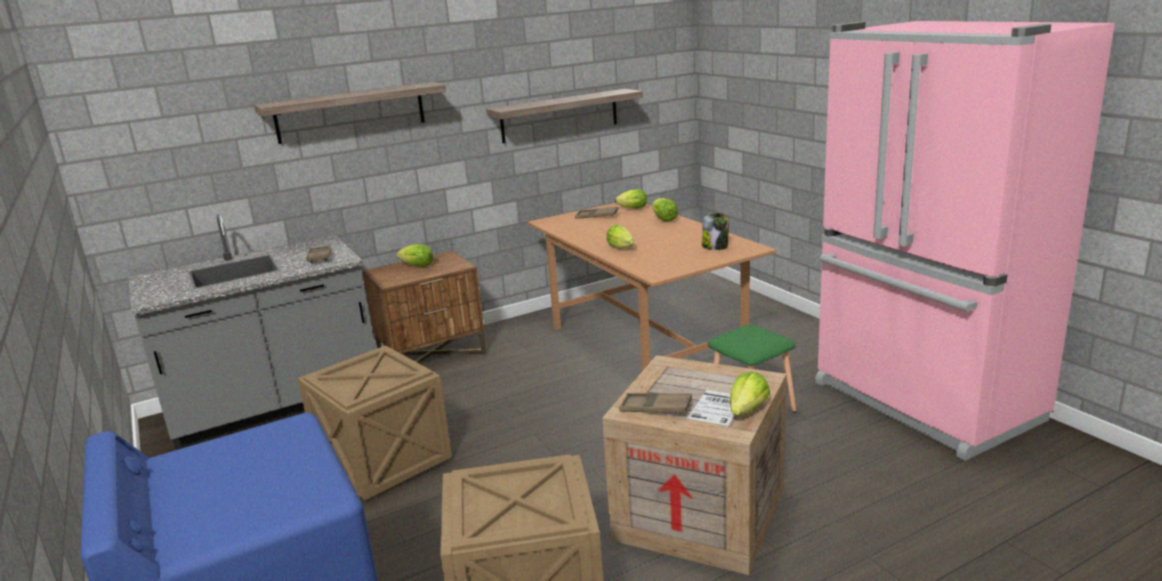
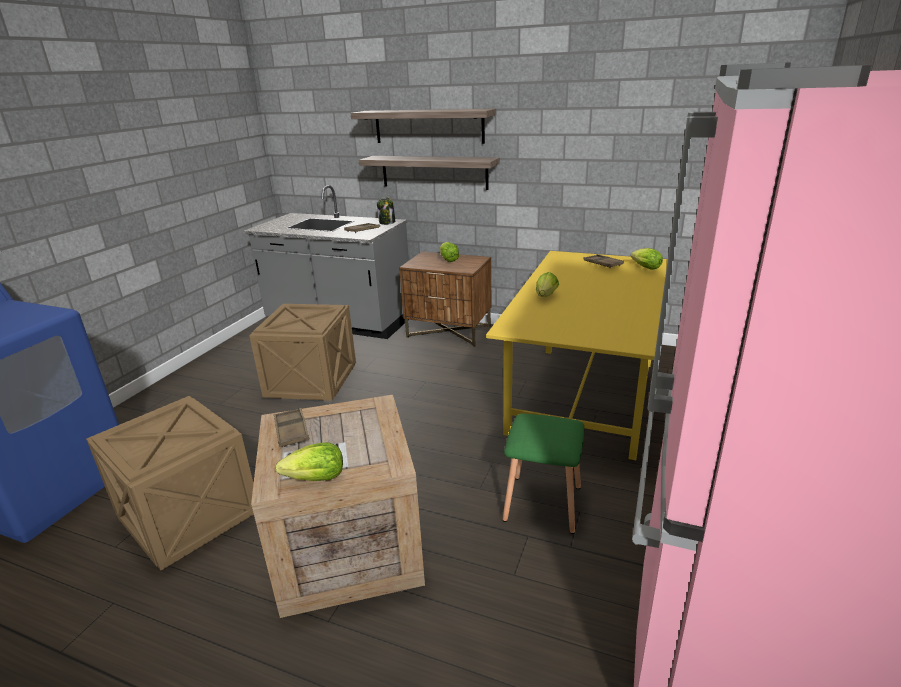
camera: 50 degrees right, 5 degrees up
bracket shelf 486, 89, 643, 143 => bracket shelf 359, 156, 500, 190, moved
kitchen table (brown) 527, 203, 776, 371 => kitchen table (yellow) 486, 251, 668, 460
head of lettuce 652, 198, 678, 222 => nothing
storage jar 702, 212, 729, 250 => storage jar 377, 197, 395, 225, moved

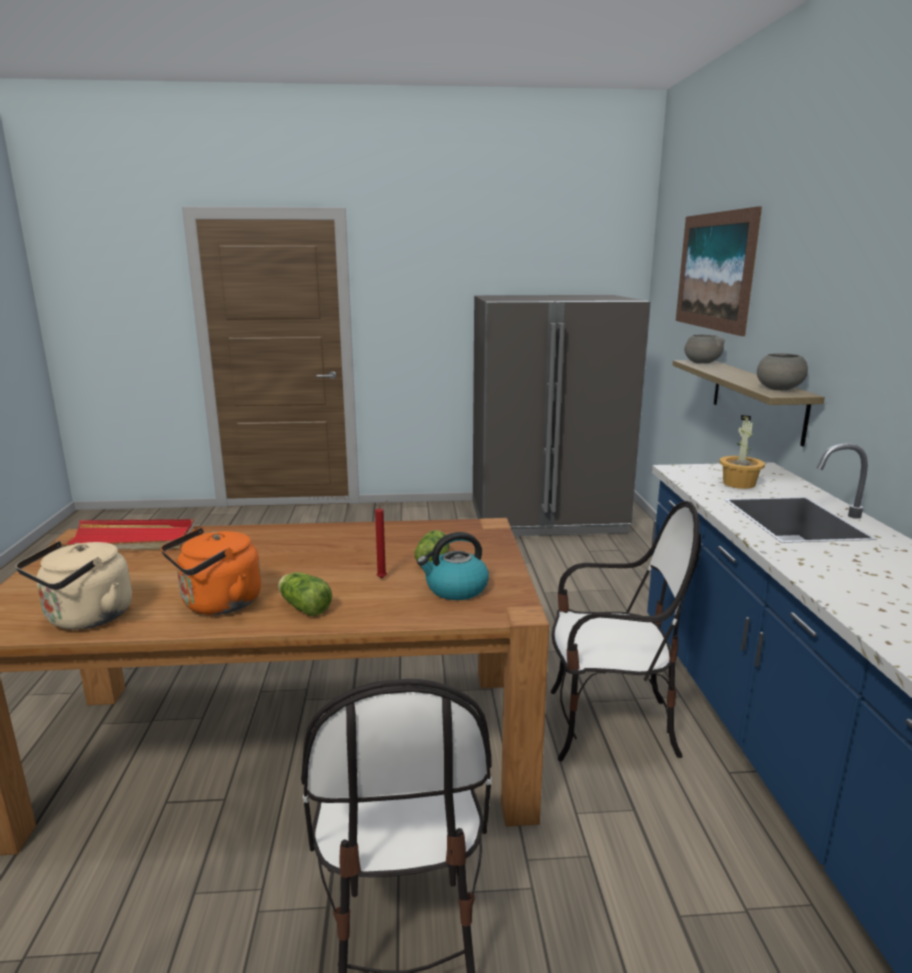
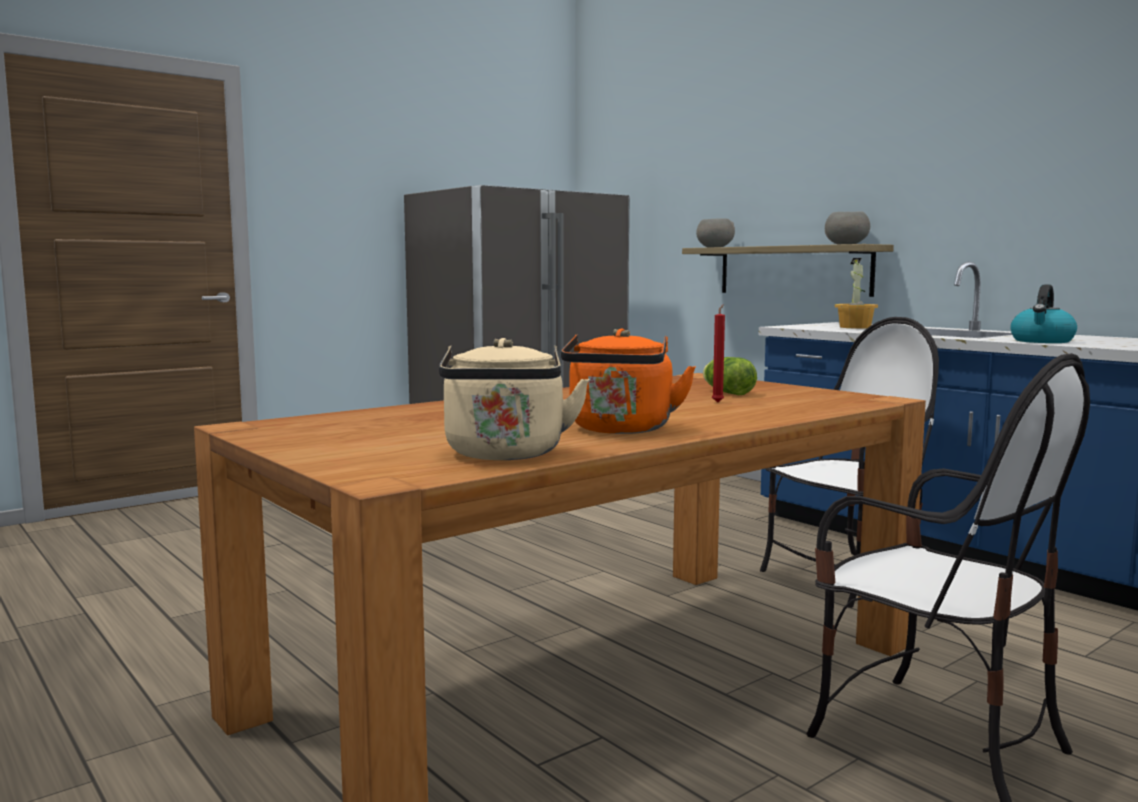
camera: 35 degrees left, 10 degrees down
tray (reddish) 61, 519, 195, 550 => nothing
head of lettuce 278, 572, 332, 616 => nothing
kettle 417, 532, 489, 600 => kettle 1010, 285, 1077, 343, moved
wall art 676, 206, 762, 336 => nothing

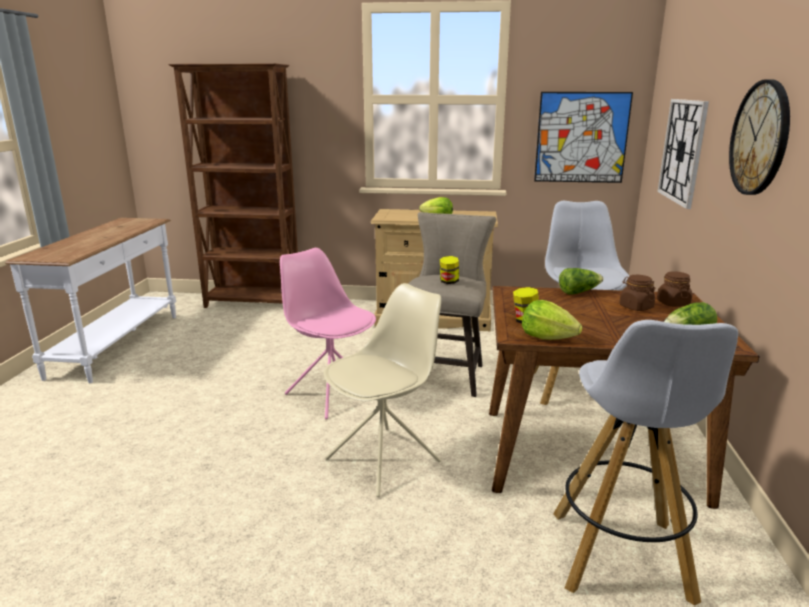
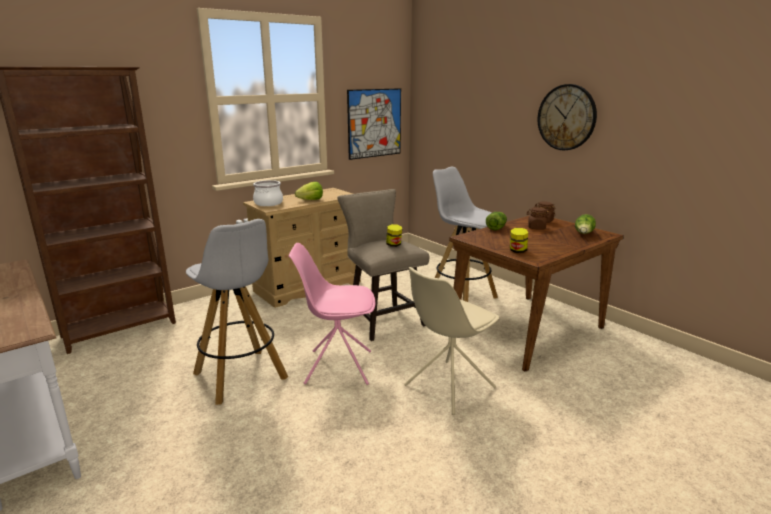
camera: 45 degrees left, 0 degrees up
upright chair (beige) 323, 283, 441, 497 => upright chair (beige) 404, 267, 499, 415, 135 degrees counterclockwise
head of lettuce 522, 300, 582, 340 => nothing
stool (white-coloured) 553, 320, 738, 606 => stool (white-coloured) 186, 219, 288, 405, moved
wall clock 657, 99, 709, 209 => nothing
nothing => cooking pot 253, 180, 283, 206

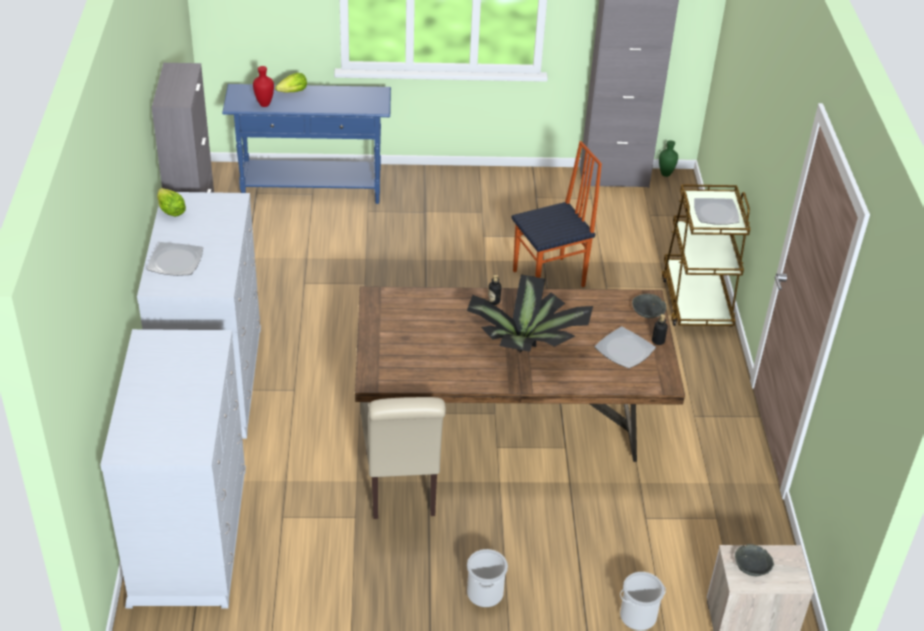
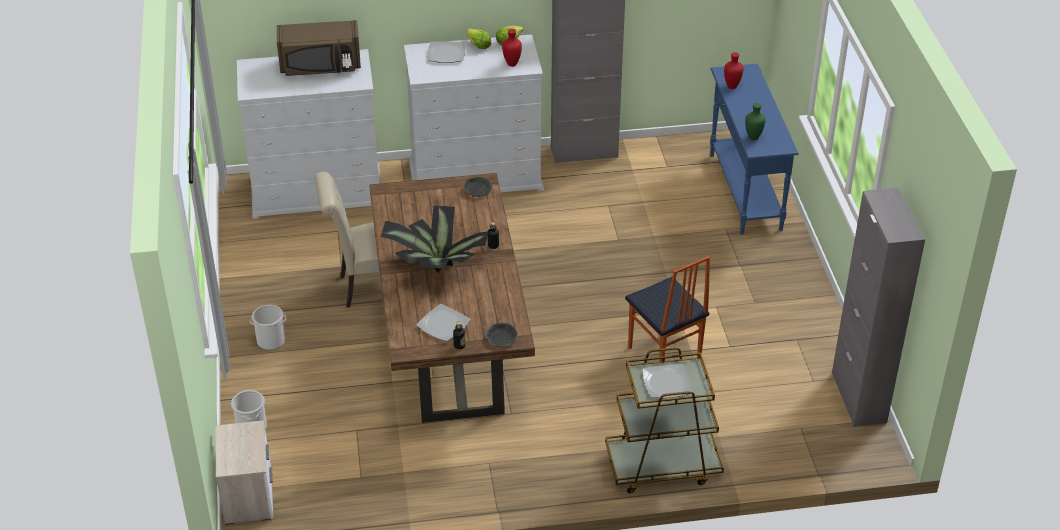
camera: 85 degrees right, 0 degrees up
head of lettuce 275, 73, 307, 93 => head of lettuce 466, 29, 491, 49, moved
decorative vase (green) 659, 140, 678, 177 => decorative vase (green) 745, 103, 766, 140, moved
bowl (gray) 735, 544, 774, 576 => bowl (gray) 464, 177, 493, 197, moved
nothing => kitchen microwave (brown) 277, 20, 361, 76
nothing => decorative vase (reddish) 502, 29, 522, 67

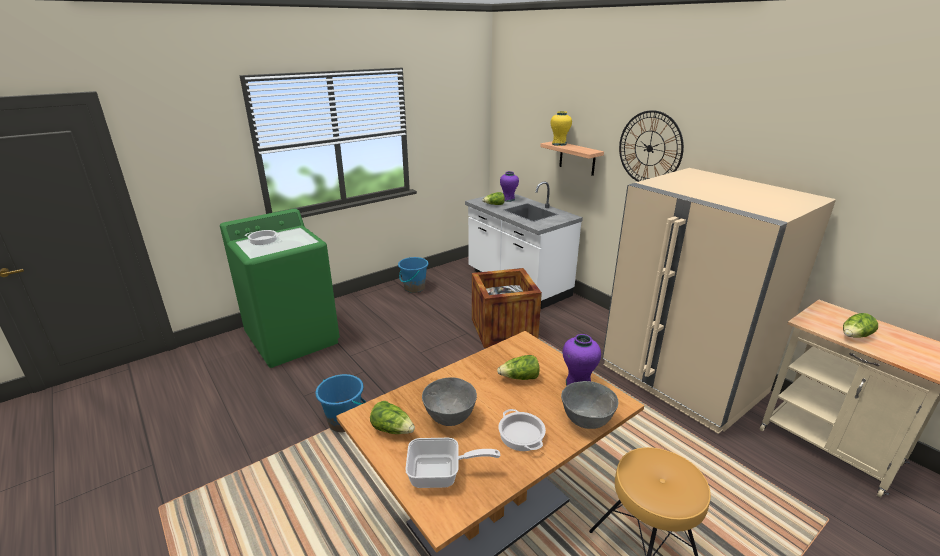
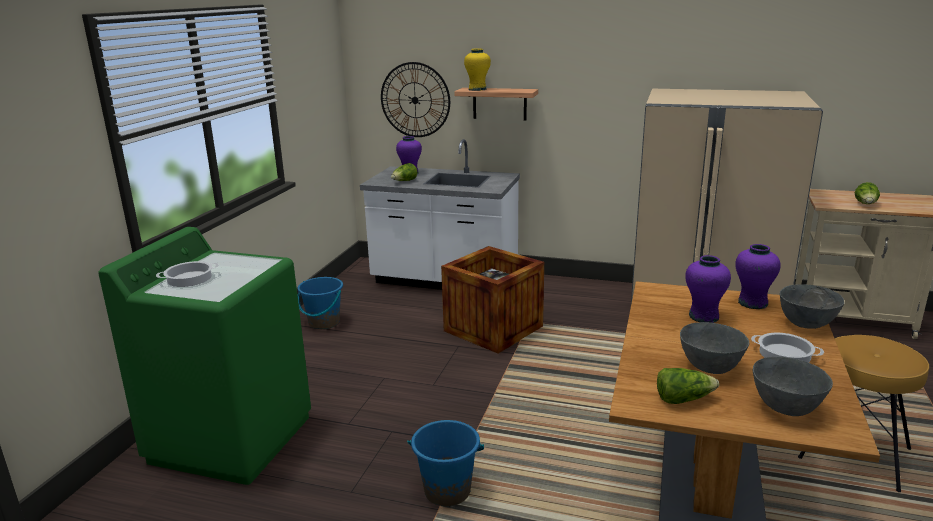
camera: 35 degrees left, 5 degrees down
frying pan 405, 438, 500, 488 => bowl (gray) 753, 357, 833, 416
head of lettuce 497, 355, 540, 380 => decorative vase (purple) 685, 255, 731, 323
wall clock 619, 110, 684, 182 => wall clock 381, 62, 450, 137, moved

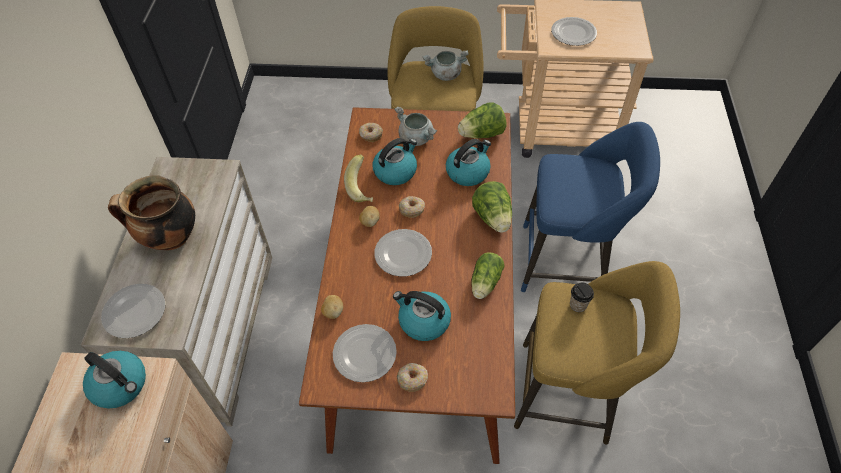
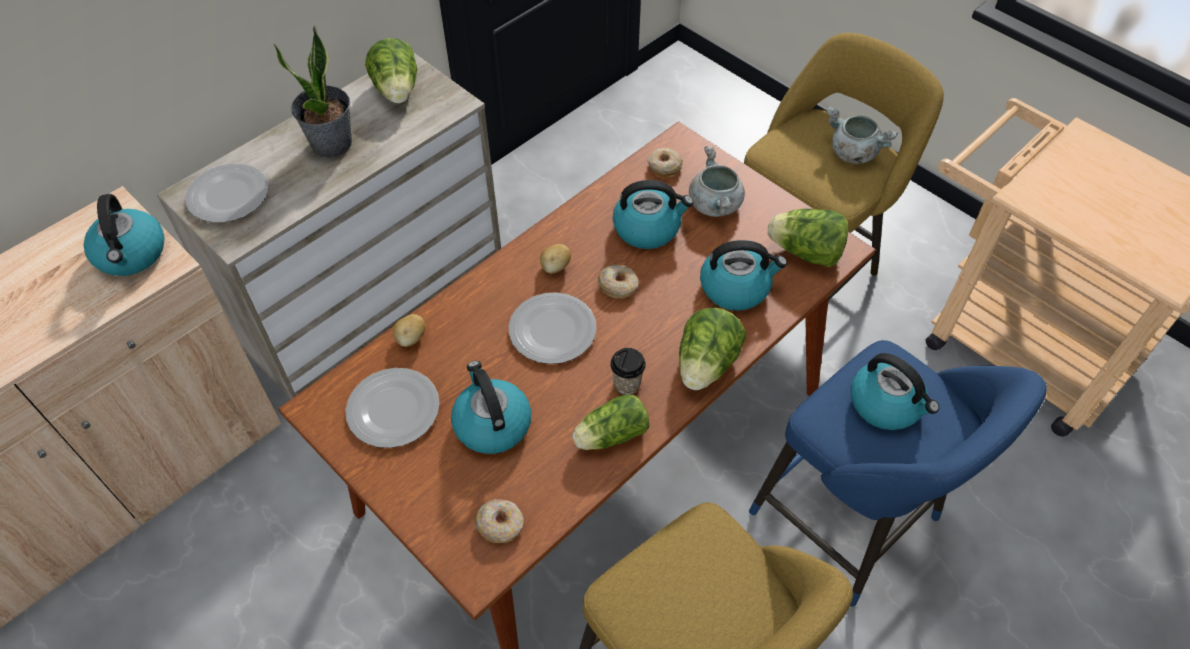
camera: 40 degrees right, 0 degrees up
cooking pot 108, 175, 195, 250 => plant in a pot 274, 26, 352, 158
whole banana 344, 155, 373, 202 => nothing
donut 397, 363, 428, 392 => donut 475, 499, 524, 543, moved
flat dish 551, 17, 597, 46 => nothing
drinking cup 570, 283, 594, 312 => drinking cup 610, 348, 646, 395, moved
nothing => head of lettuce 365, 38, 417, 103
nothing => kettle 851, 353, 939, 430

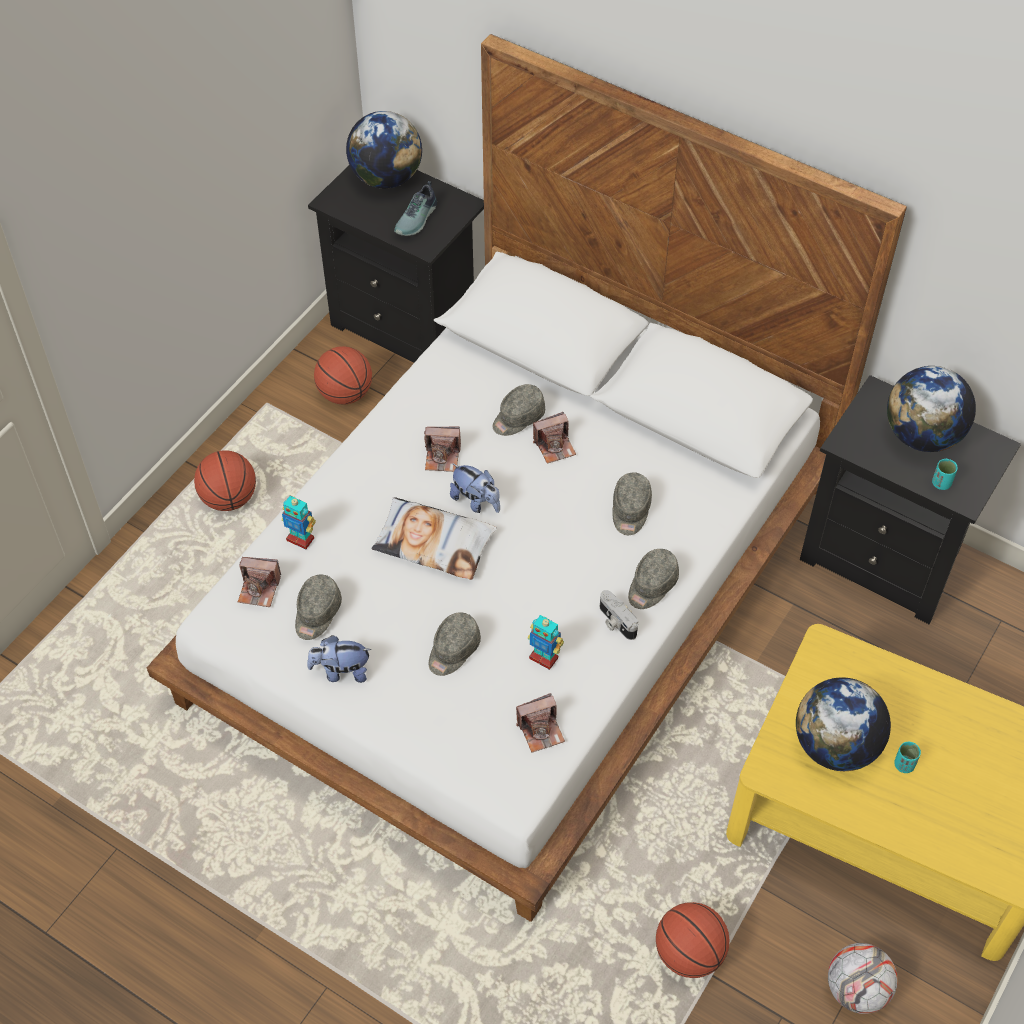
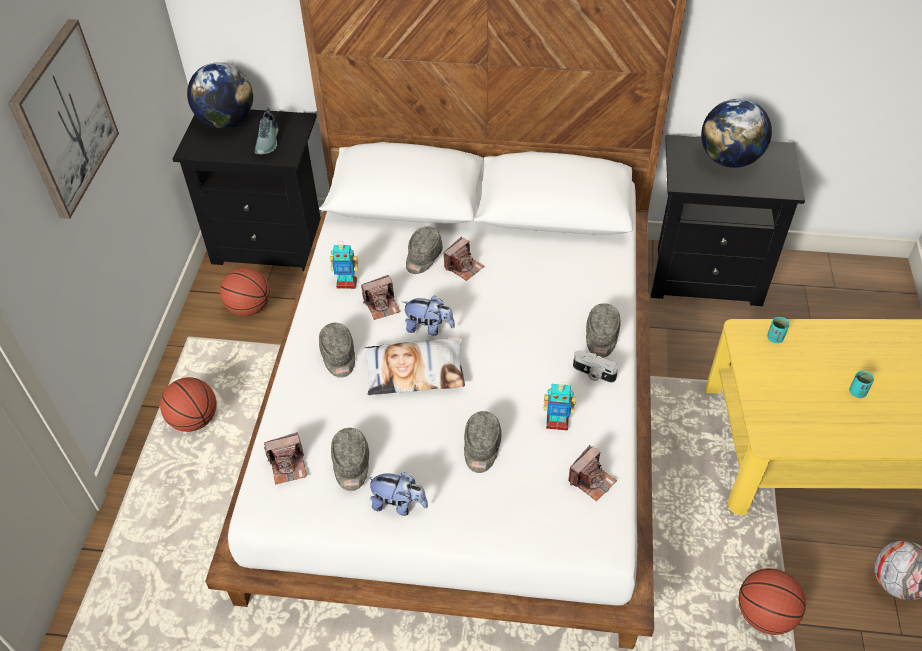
camera: 25 degrees left, 5 degrees down
model robot 282, 496, 316, 549 => model robot 330, 241, 358, 289, moved
cuddly toy 307, 635, 372, 683 => cuddly toy 366, 472, 428, 516, 135 degrees counterclockwise
baseball cap (gray) 612, 472, 652, 535 => baseball cap (gray) 319, 323, 355, 378, moved
desk globe 796, 678, 891, 771 => nothing
drinking cup (blue-green) 932, 459, 958, 490 => drinking cup (blue-green) 767, 317, 789, 343, moved
nothing => wall art 8, 19, 119, 219

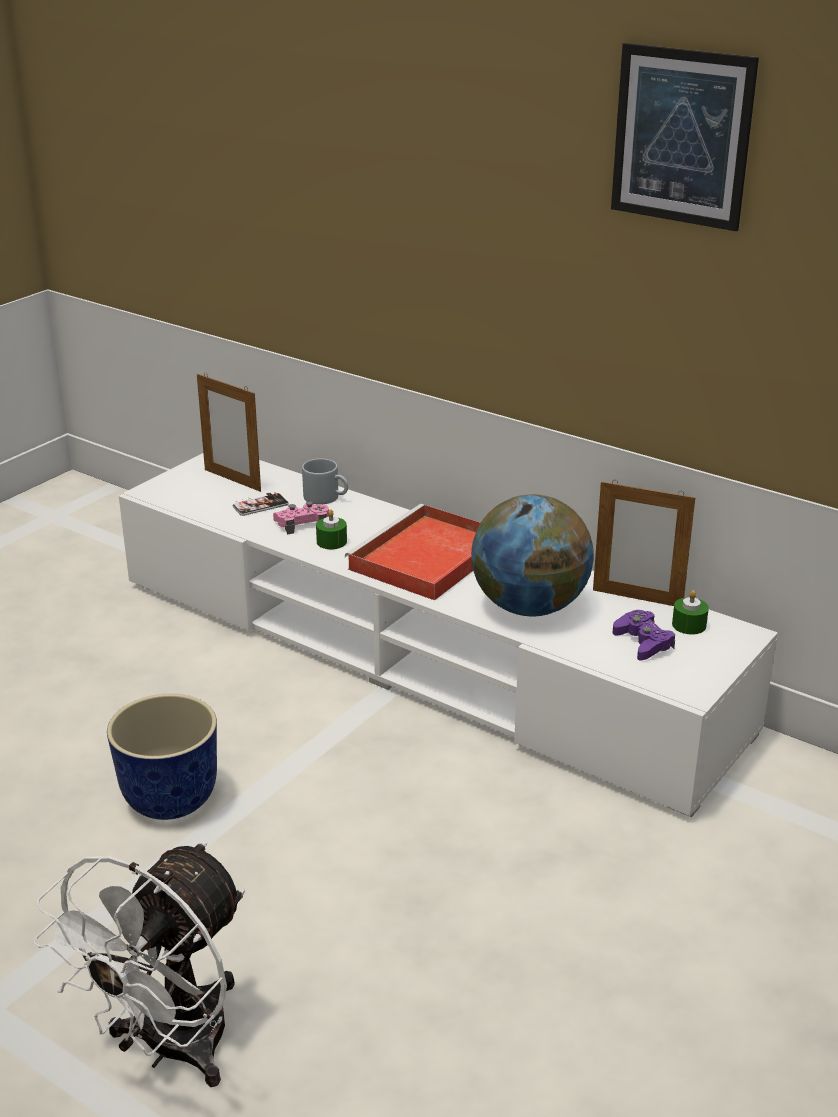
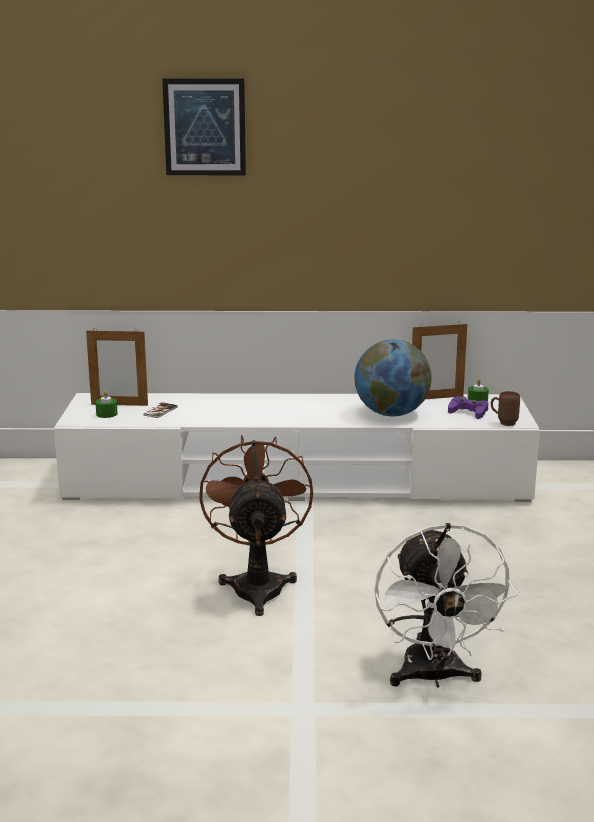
camera: 35 degrees left, 10 degrees down
flower pot 107, 694, 217, 820 => fan (brown) 199, 435, 313, 616
gamepad (pink-coloured) 273, 501, 329, 534 => nothing
tea mug (gray) 302, 458, 348, 504 => nothing
candle (green) 316, 509, 347, 549 => candle (green) 95, 390, 118, 418, moved
tray (reddish) 345, 504, 481, 600 => nothing
wall art 611, 43, 759, 231 => wall art 162, 78, 246, 175, moved
nothing => tea mug (brown) 491, 391, 520, 426

